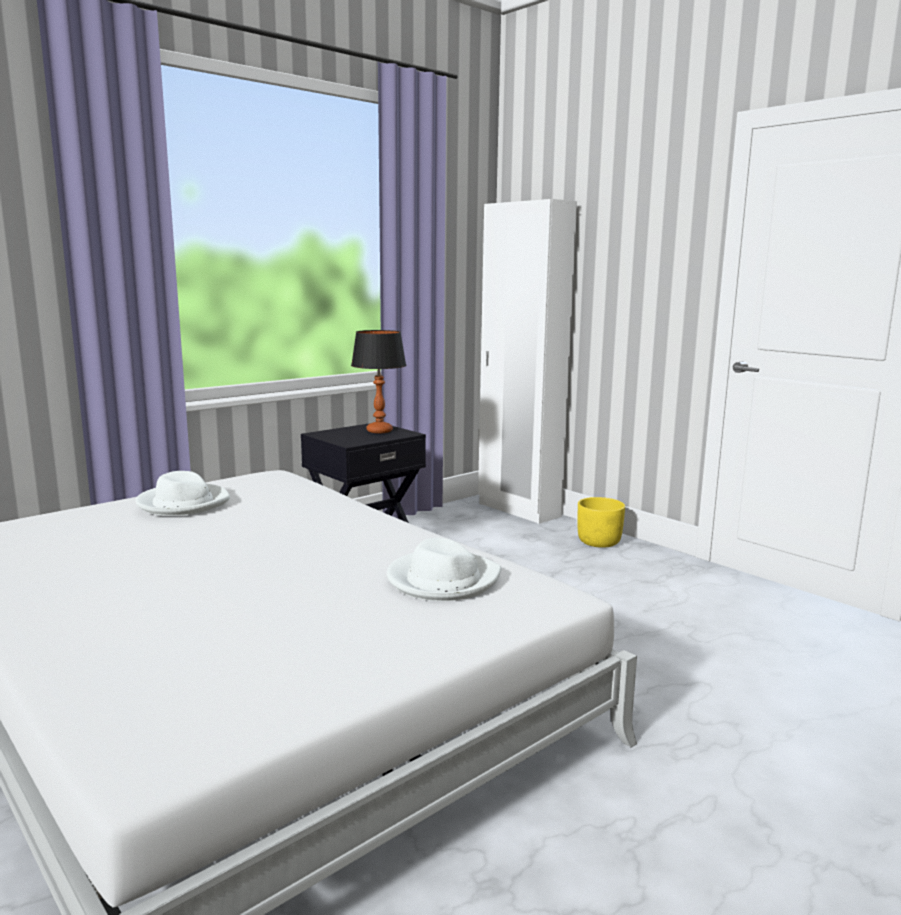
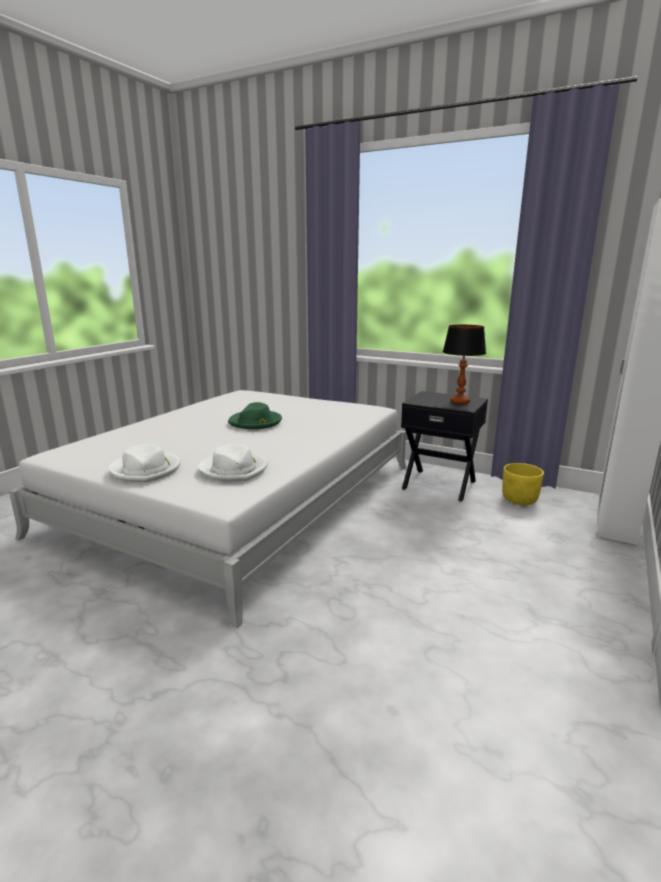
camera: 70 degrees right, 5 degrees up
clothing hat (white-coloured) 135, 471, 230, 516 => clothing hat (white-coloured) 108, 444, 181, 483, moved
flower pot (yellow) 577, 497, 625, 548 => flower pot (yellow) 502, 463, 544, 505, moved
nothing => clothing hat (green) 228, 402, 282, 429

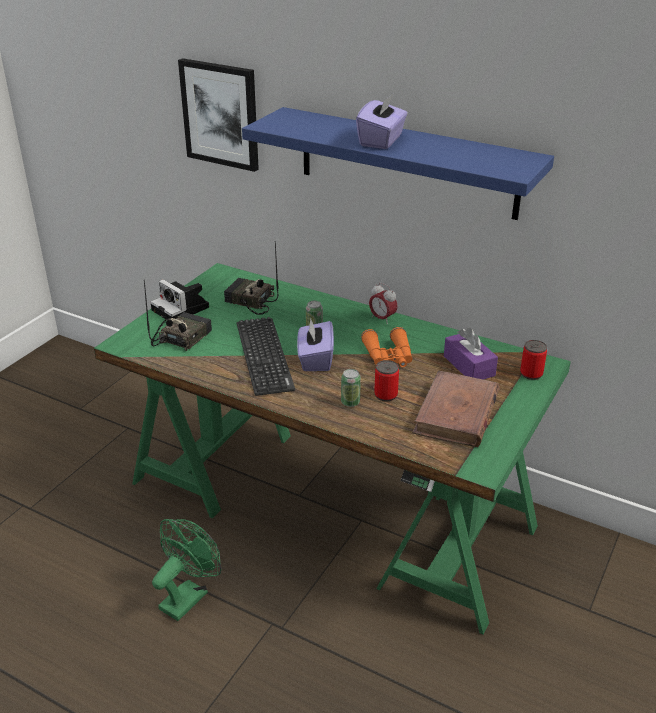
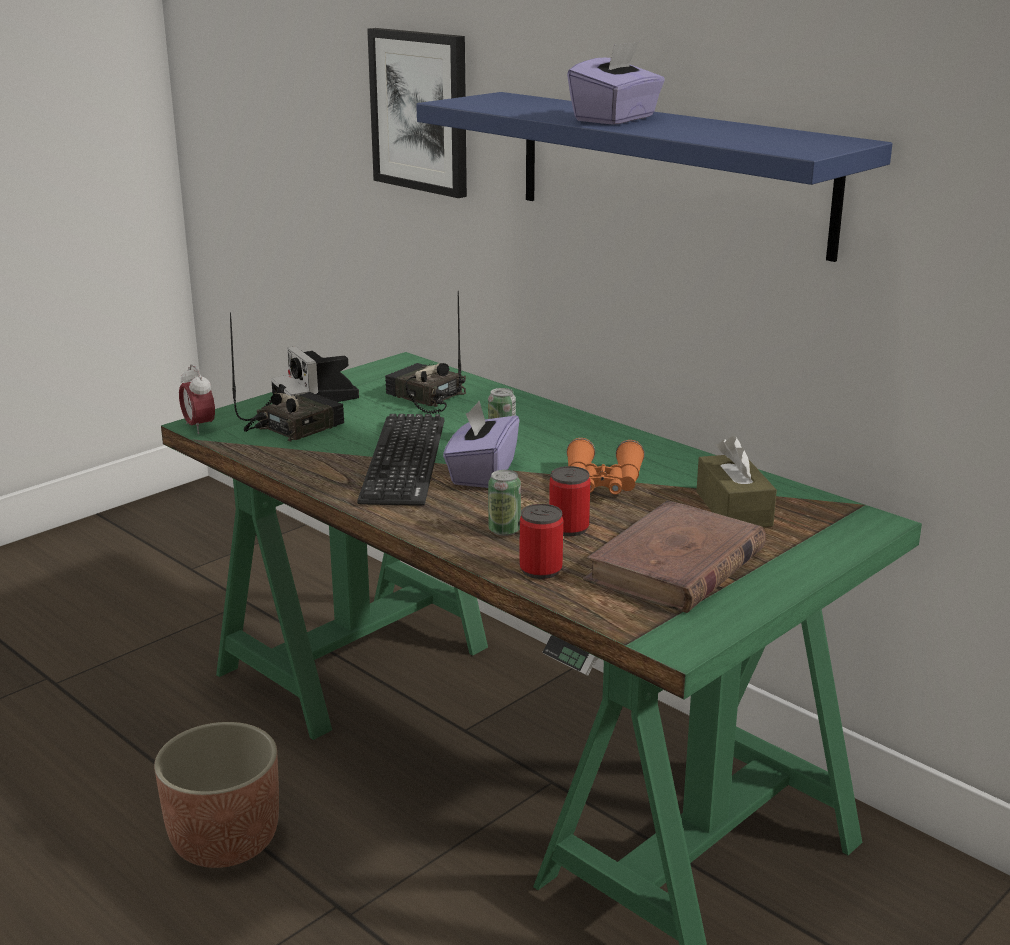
camera: 15 degrees right, 10 degrees down
fan (green) 152, 519, 221, 621 => flower pot 154, 722, 279, 868
alarm clock 369, 283, 397, 324 => alarm clock 179, 364, 215, 434, moved
box of tissues (purple) 444, 328, 498, 380 => box of tissues (brown) 696, 436, 777, 527
metal can 520, 340, 547, 380 => metal can 519, 504, 563, 579, moved

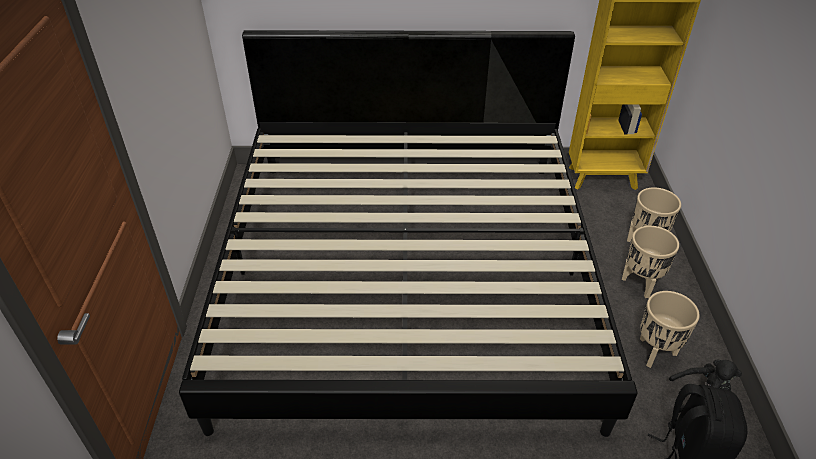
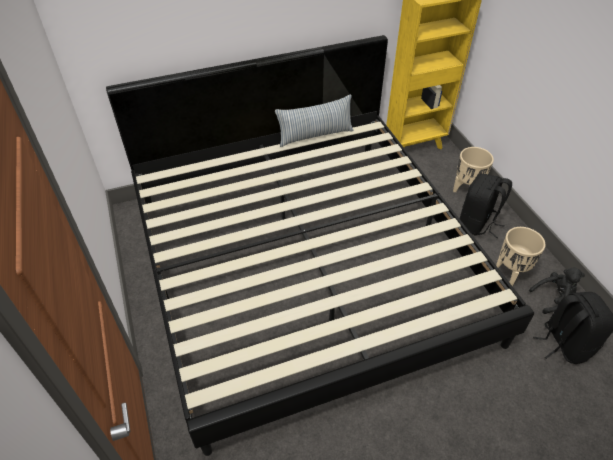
camera: 20 degrees left, 5 degrees up
flower pot (beige) 622, 226, 679, 298 => rucksack (blackish) 459, 174, 512, 238
nothing => throw pillow 275, 95, 353, 147

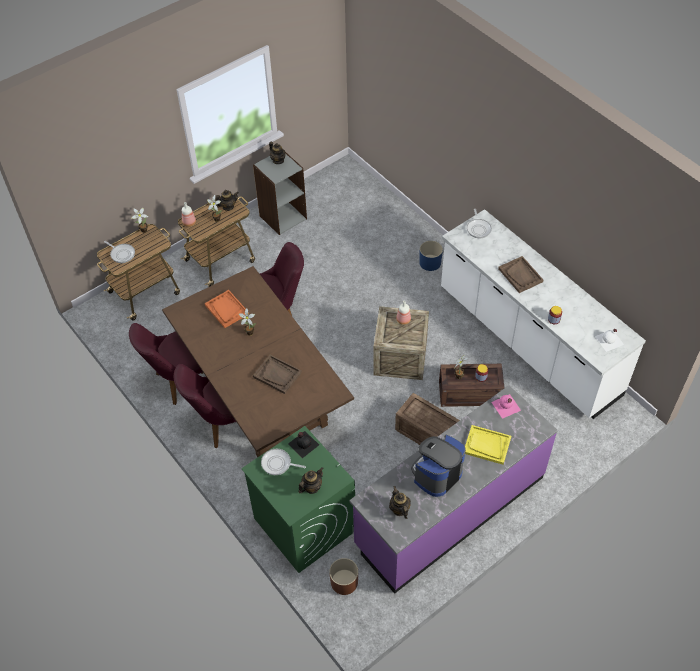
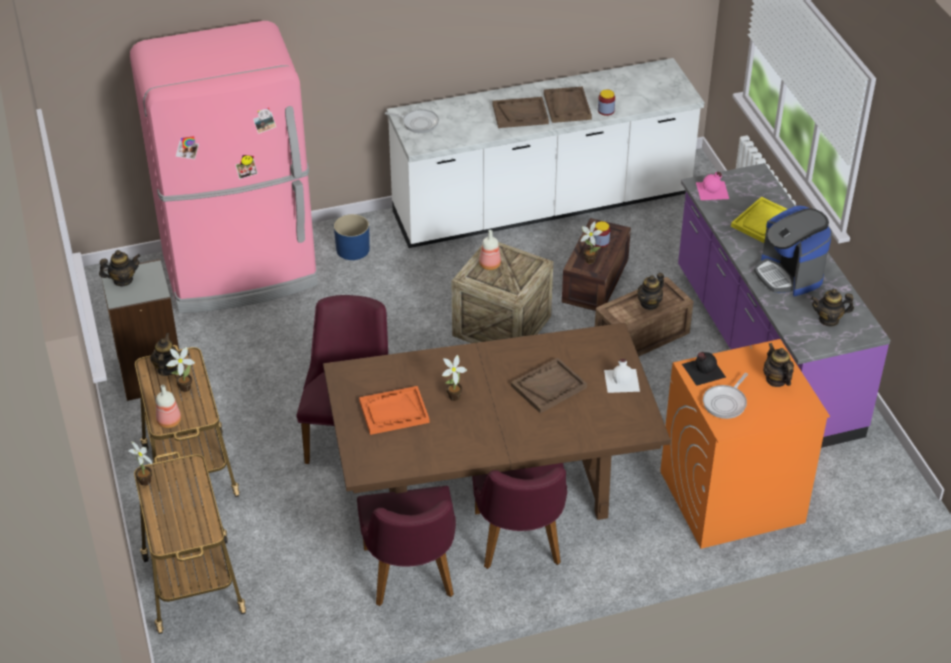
camera: 70 degrees left, 10 degrees down
frying pan 104, 241, 135, 263 => nothing
laundry appliance (green) 241, 426, 355, 573 => laundry appliance (orangey) 660, 339, 830, 549
flower pot (brown) 329, 558, 358, 595 => nothing
beverage bottle (white-coloured) 595, 329, 624, 352 => beverage bottle (white-coloured) 604, 359, 640, 393, moved
nothing => fridge (pink-coloured) 130, 21, 318, 313
nothing => tray (brown) 544, 86, 592, 123
nothing => tea pot 637, 273, 664, 310

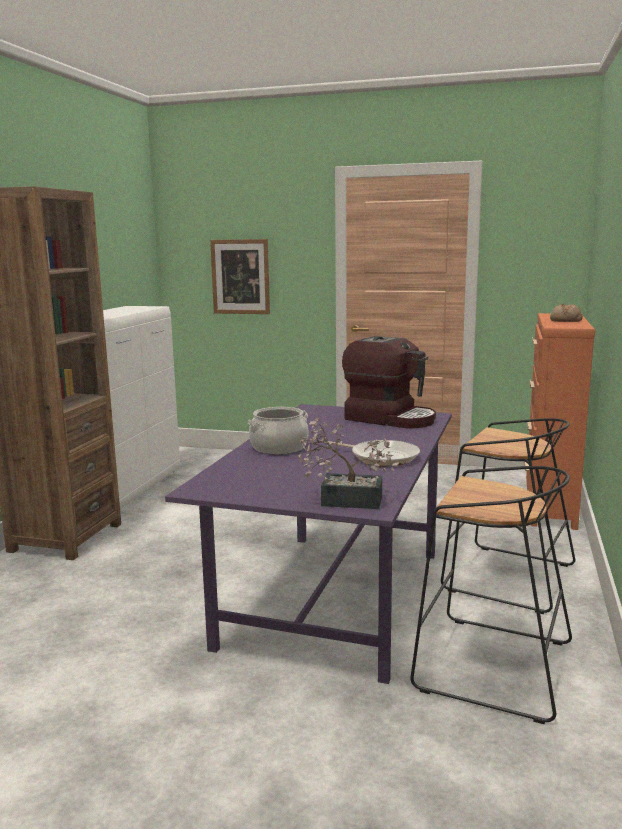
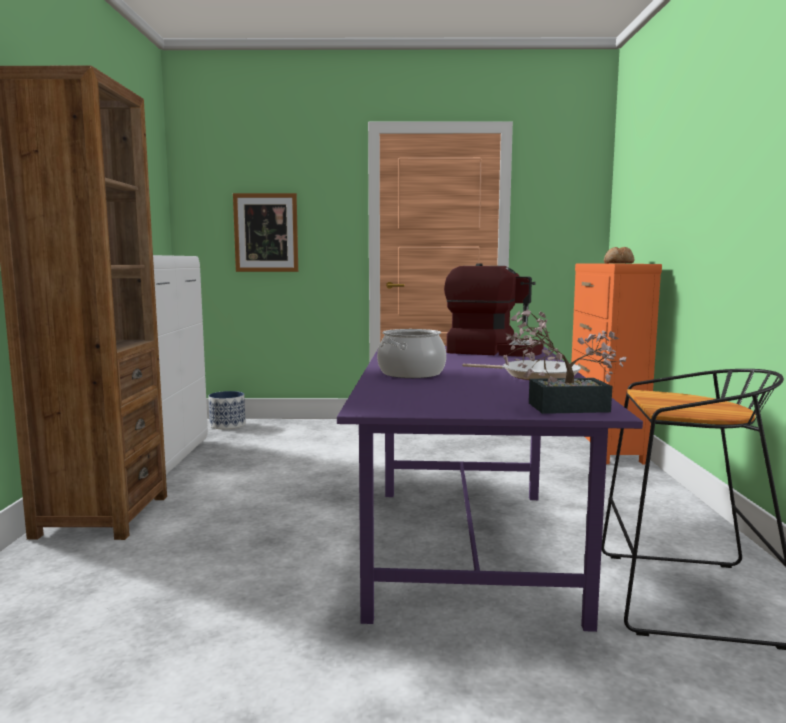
camera: 15 degrees left, 5 degrees down
stool (blackish) 441, 418, 575, 614 => nothing
nothing => flower pot 208, 391, 245, 429

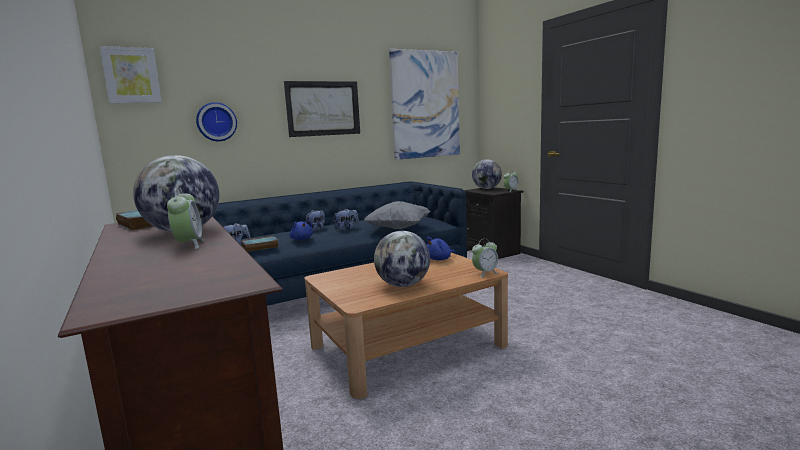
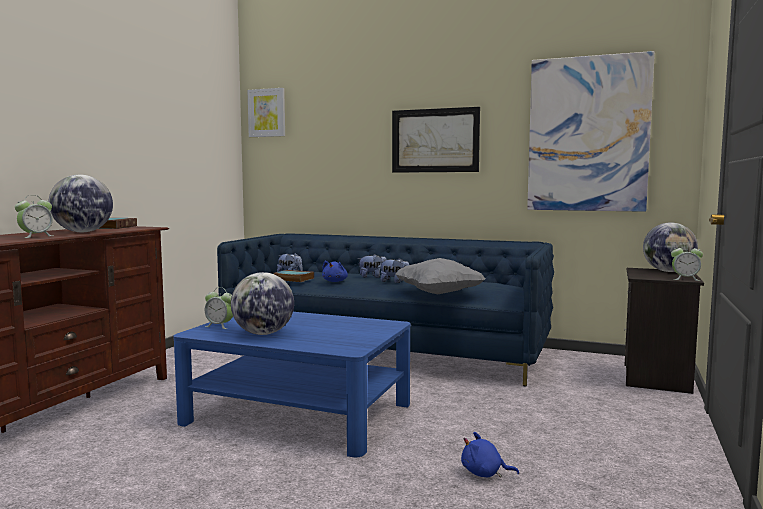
camera: 50 degrees right, 5 degrees down
wall clock 196, 102, 237, 141 => nothing
coffee table (brown) 304, 252, 508, 399 => coffee table (blue) 173, 312, 411, 457
cuddly toy (blue) 427, 237, 456, 260 => cuddly toy (blue) 461, 432, 519, 478, moved
alarm clock 472, 239, 499, 277 => alarm clock 205, 287, 233, 329, moved

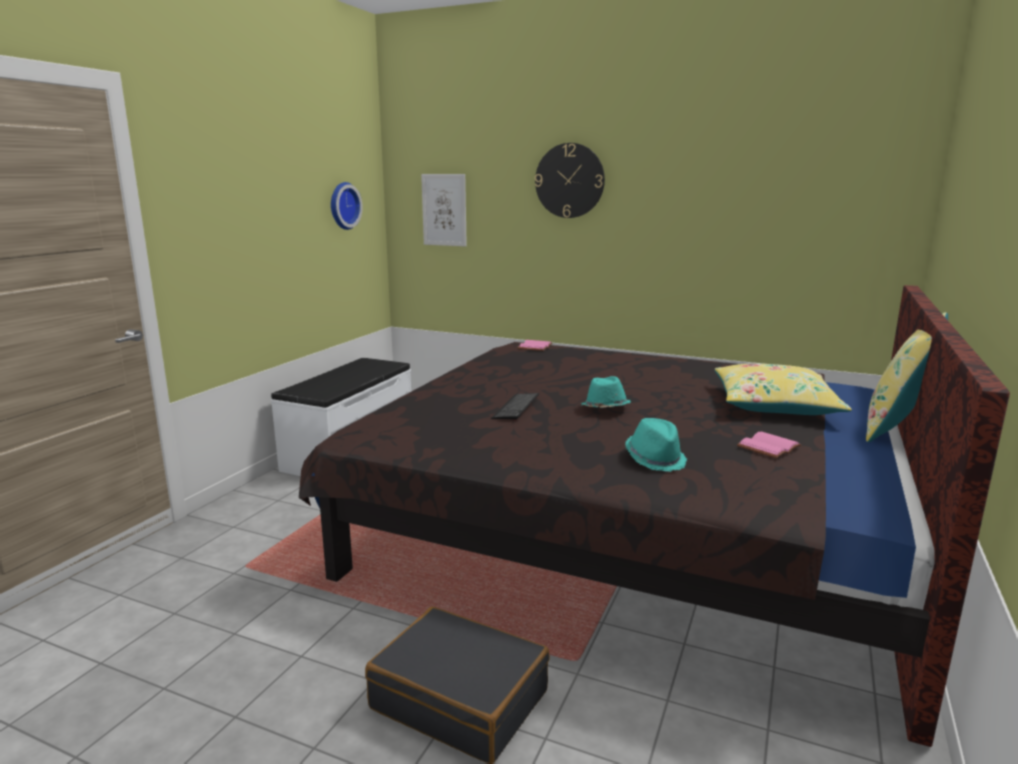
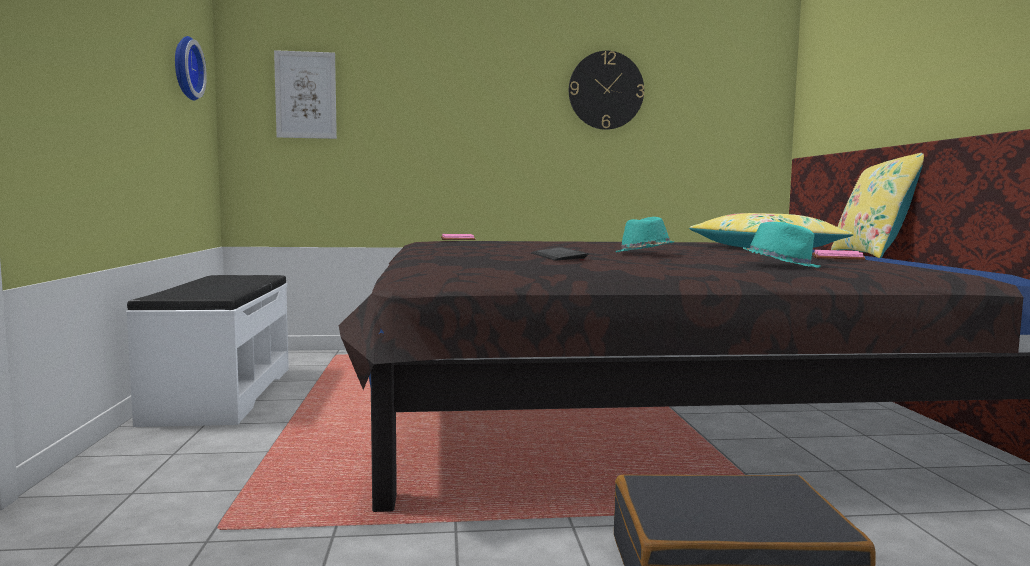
camera: 30 degrees left, 10 degrees down
wall clock 535, 143, 605, 218 => wall clock 569, 51, 644, 130, moved

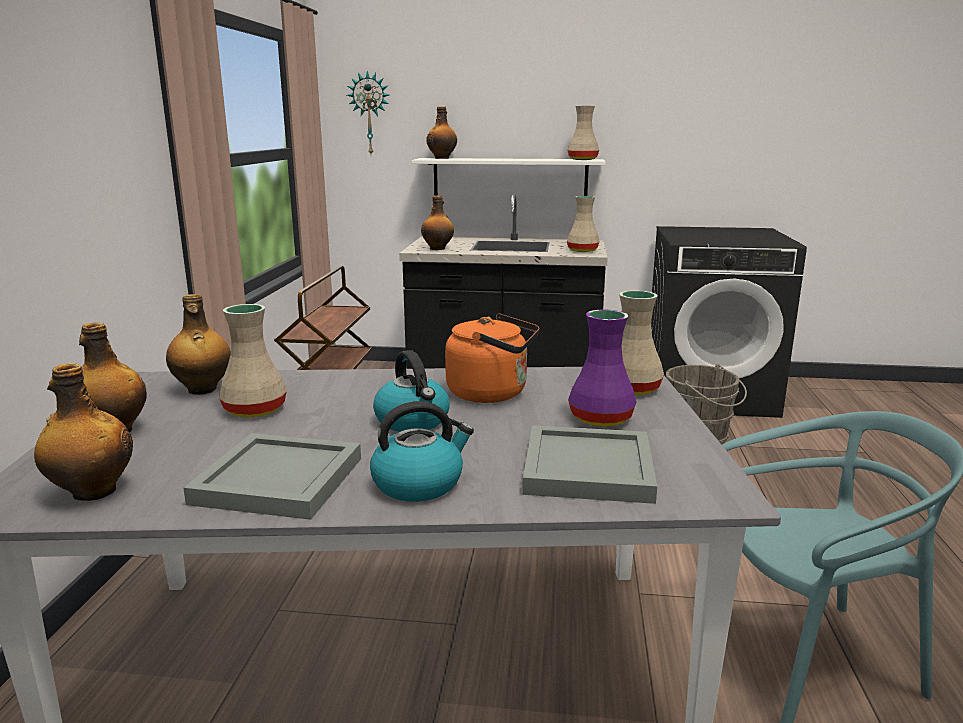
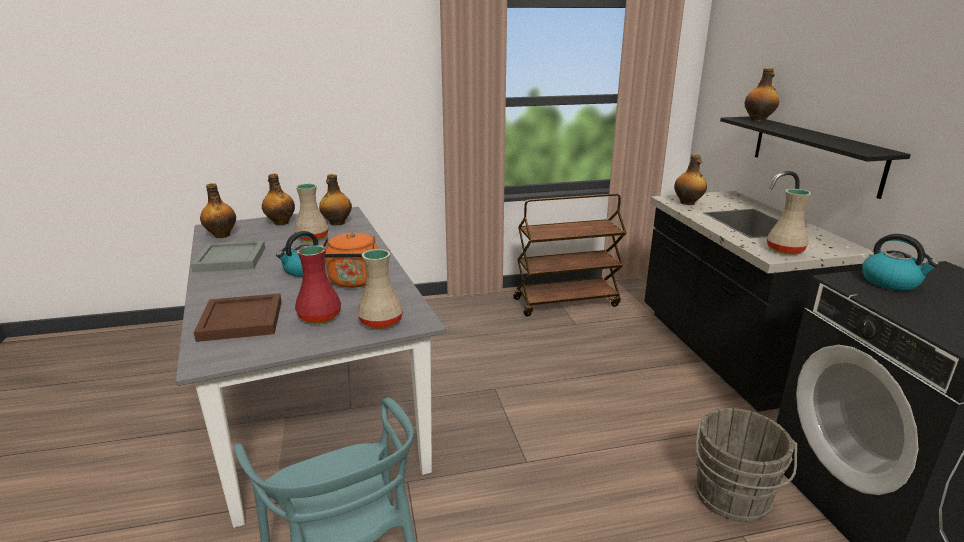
camera: 70 degrees right, 5 degrees up
wall clock 347, 71, 389, 154 => nothing
kettle 370, 401, 474, 502 => kettle 862, 234, 939, 291, moved
bracket shelf (white-coloured) 412, 158, 605, 196 => bracket shelf (blackish) 720, 116, 911, 199
tray (gray) 523, 425, 657, 504 => tray (brown) 194, 293, 282, 342
decorative vase (beige) 567, 106, 599, 160 => nothing
decorative vase (purple) 568, 310, 636, 427 => decorative vase (reddish) 295, 245, 341, 324

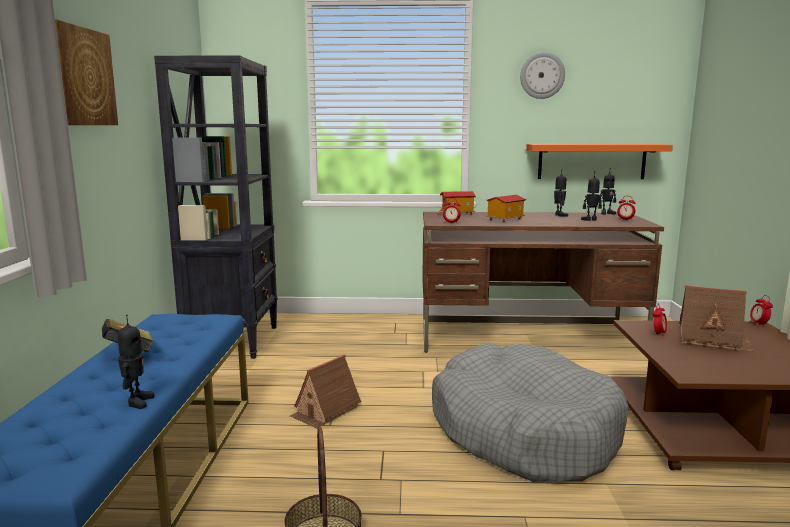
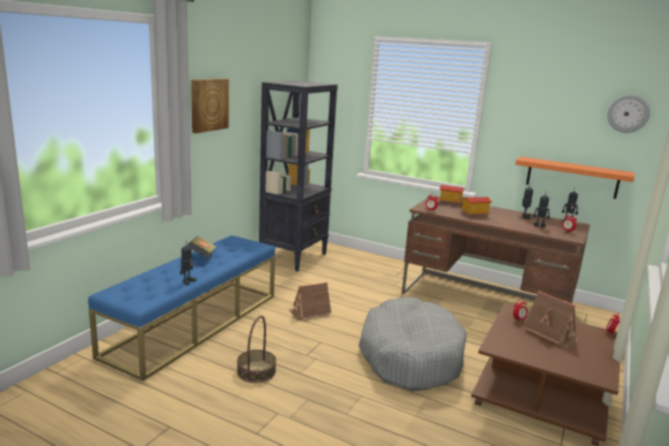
camera: 25 degrees right, 5 degrees up
wall clock 520, 52, 565, 99 => wall clock 607, 95, 650, 133, moved

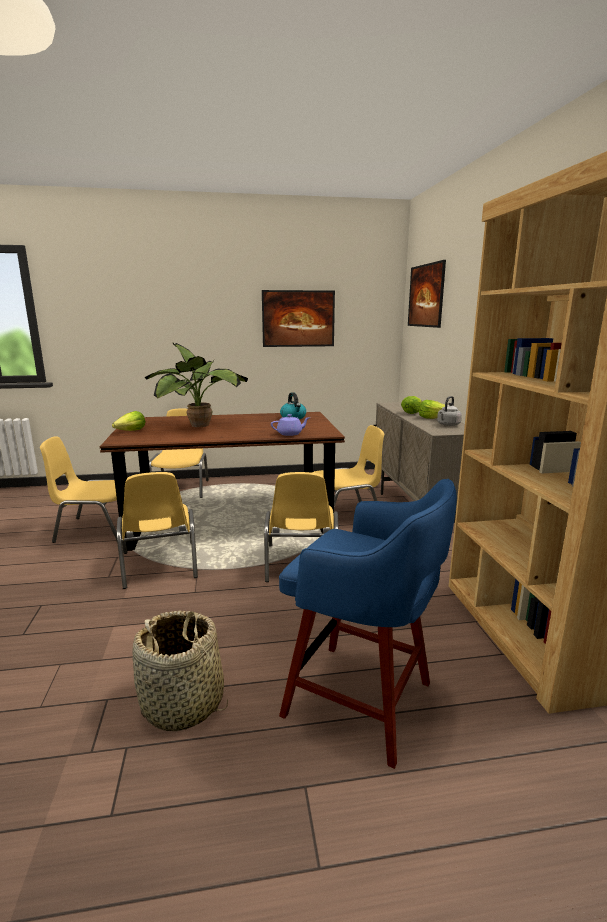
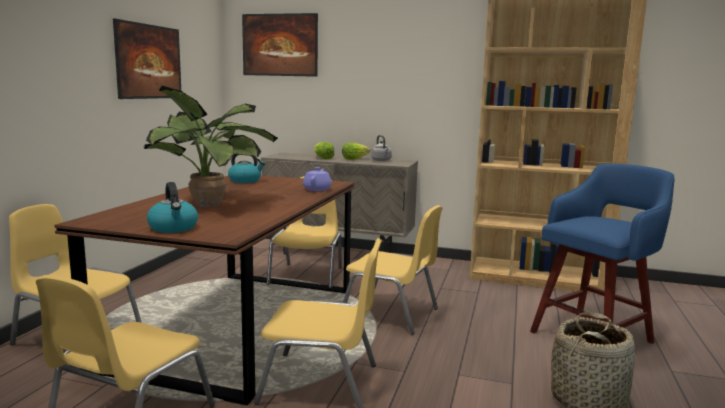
camera: 65 degrees left, 5 degrees down
head of lettuce 112, 411, 145, 431 => kettle 147, 182, 198, 233

